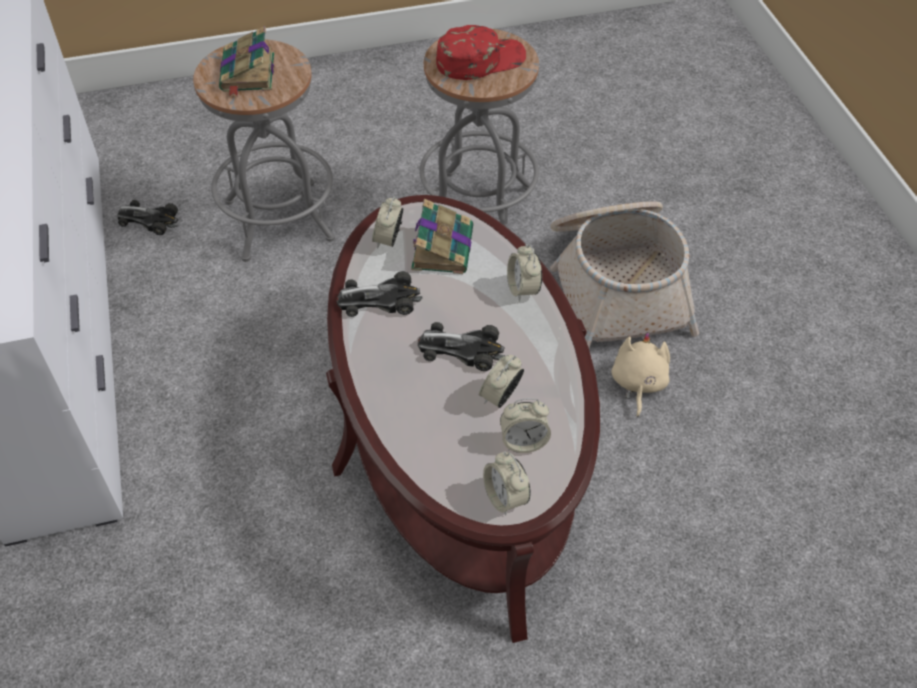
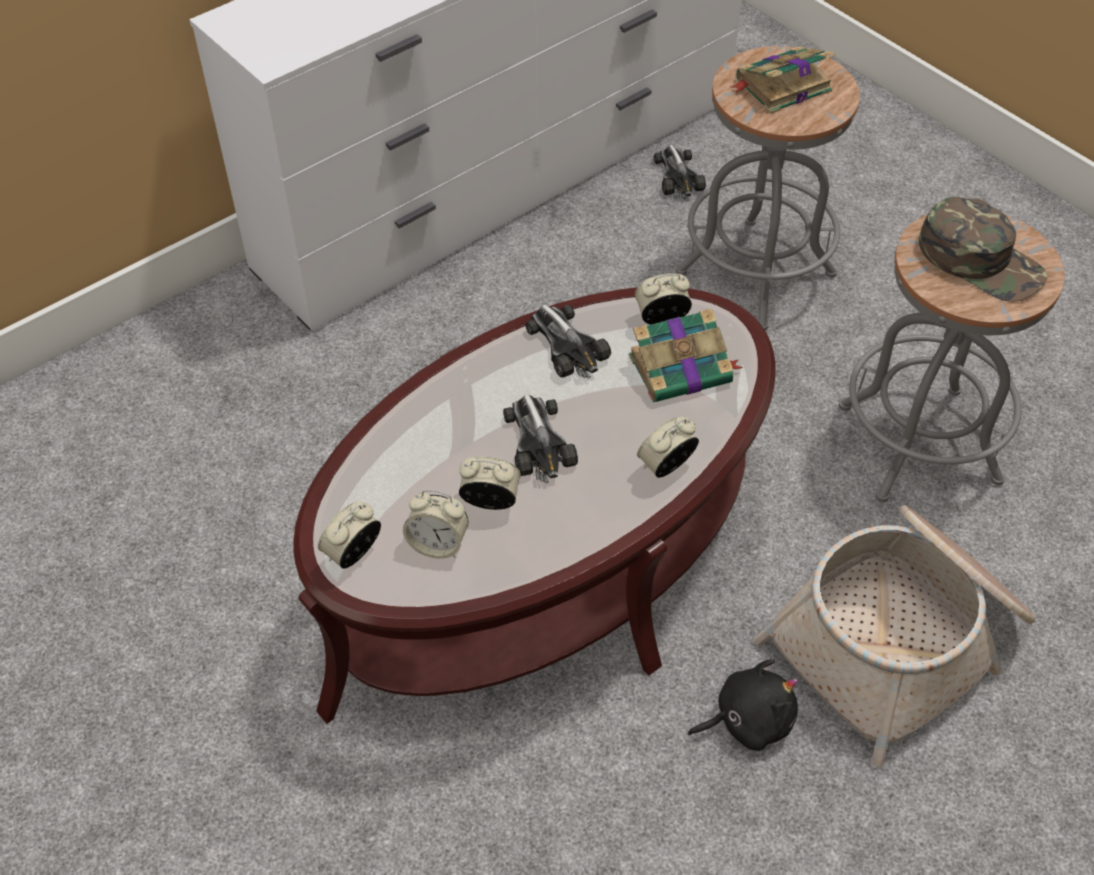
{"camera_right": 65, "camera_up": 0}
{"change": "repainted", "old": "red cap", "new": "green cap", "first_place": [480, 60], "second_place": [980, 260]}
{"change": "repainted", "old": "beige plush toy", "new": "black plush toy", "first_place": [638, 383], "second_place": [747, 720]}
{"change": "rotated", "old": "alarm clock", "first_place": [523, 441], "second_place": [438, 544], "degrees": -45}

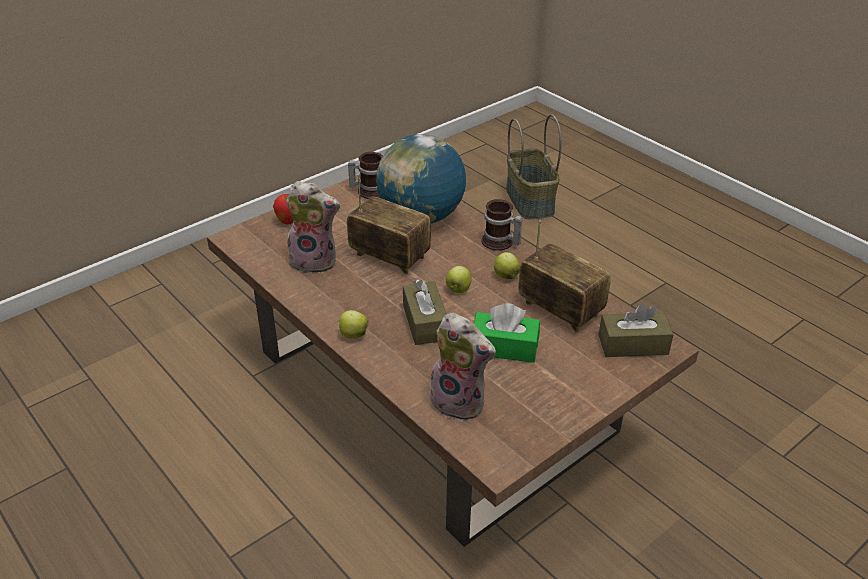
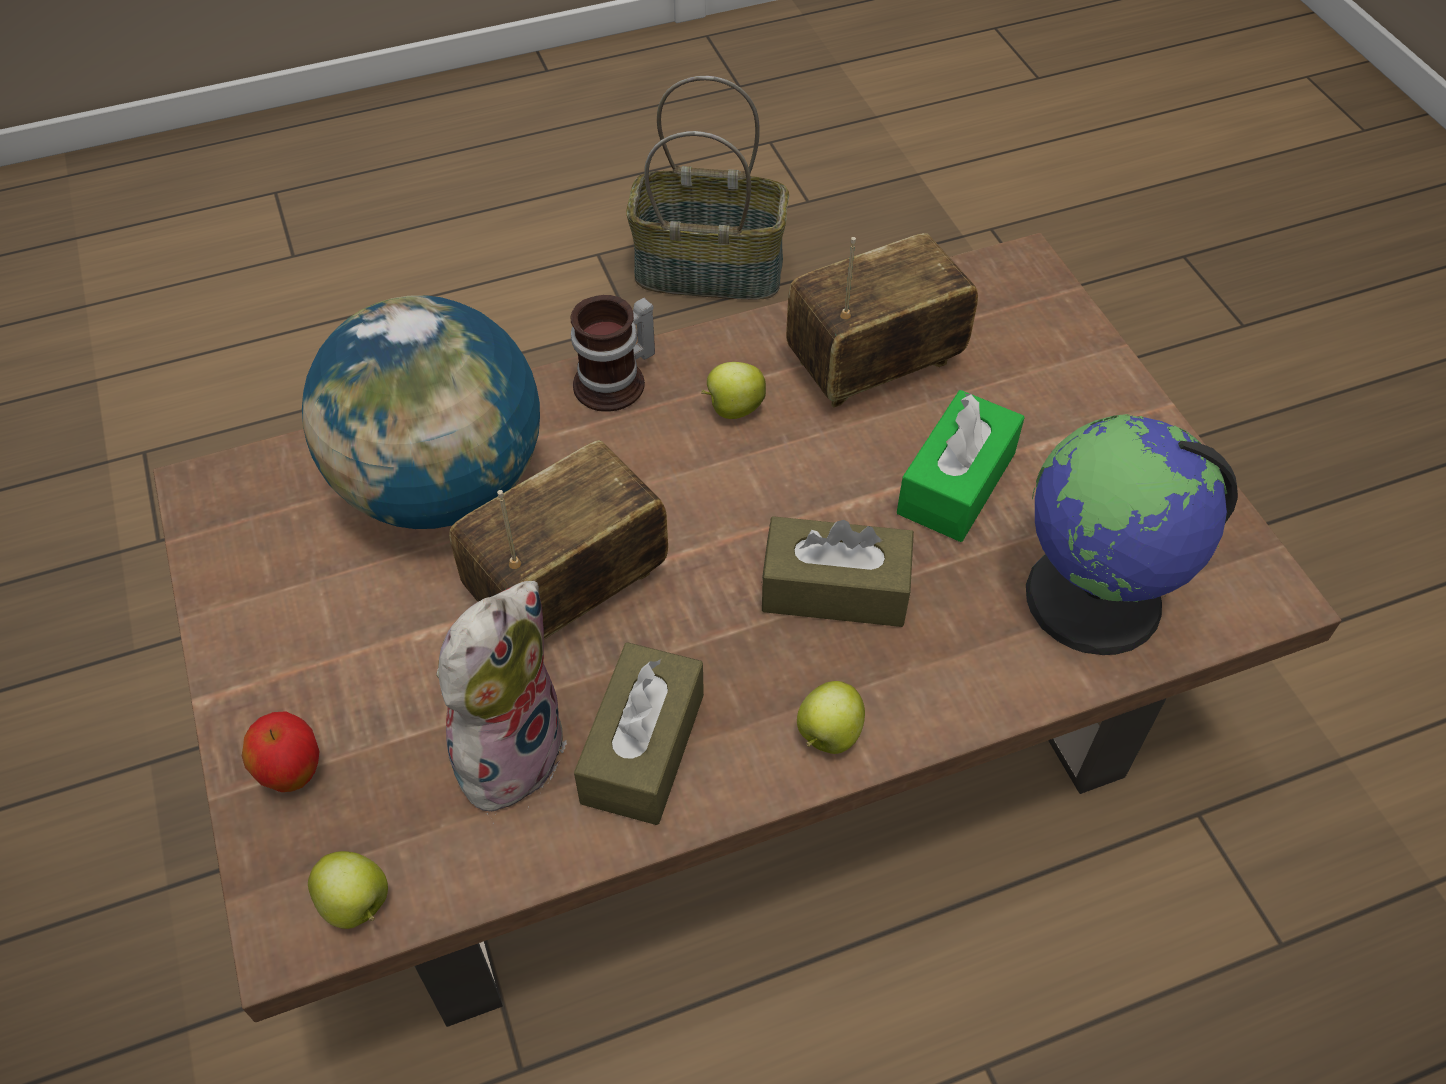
{"camera_right": -70, "camera_up": 15}
{"change": "gone", "old": "mug", "first_place": [369, 190]}
{"change": "shifted", "old": "apple", "first_place": [458, 289], "second_place": [357, 904]}
{"change": "shifted", "old": "basket", "first_place": [531, 201], "second_place": [710, 269]}
{"change": "shifted", "old": "brown tissue box", "first_place": [633, 345], "second_place": [643, 748]}
{"change": "swapped", "old": "plush toy", "new": "globe", "first_place": [460, 401], "second_place": [1094, 600]}

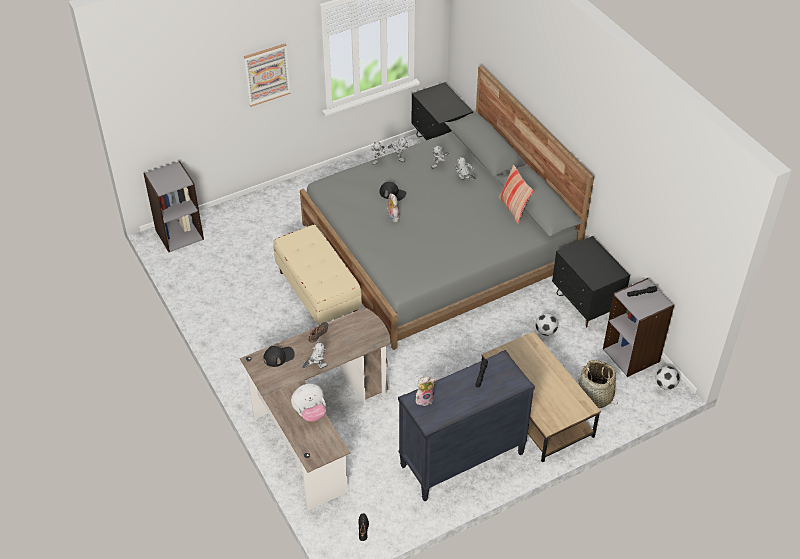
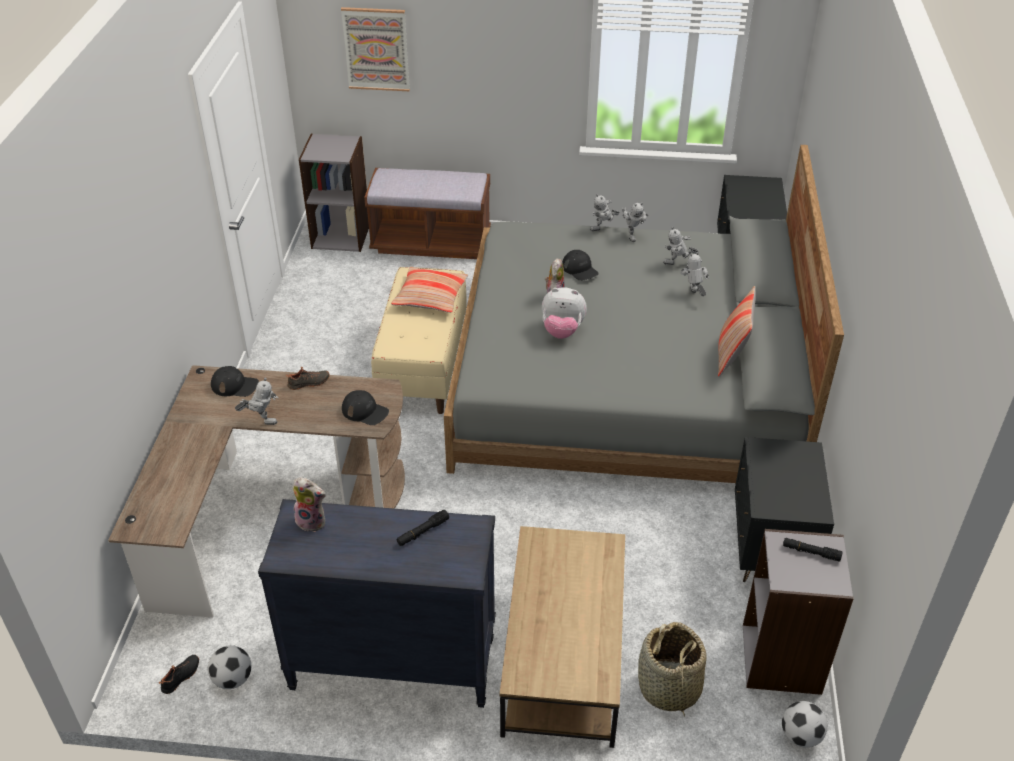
{"camera_right": 35, "camera_up": -5}
{"change": "new", "new": "black cap", "second_place": [365, 411]}
{"change": "new", "new": "brown bench", "second_place": [431, 243]}
{"change": "new", "new": "pillow", "second_place": [430, 297]}
{"change": "shifted", "old": "picture", "first_place": [267, 74], "second_place": [376, 49]}
{"change": "shifted", "old": "plush toy", "first_place": [310, 413], "second_place": [562, 331]}
{"change": "shifted", "old": "football", "first_place": [545, 331], "second_place": [233, 679]}

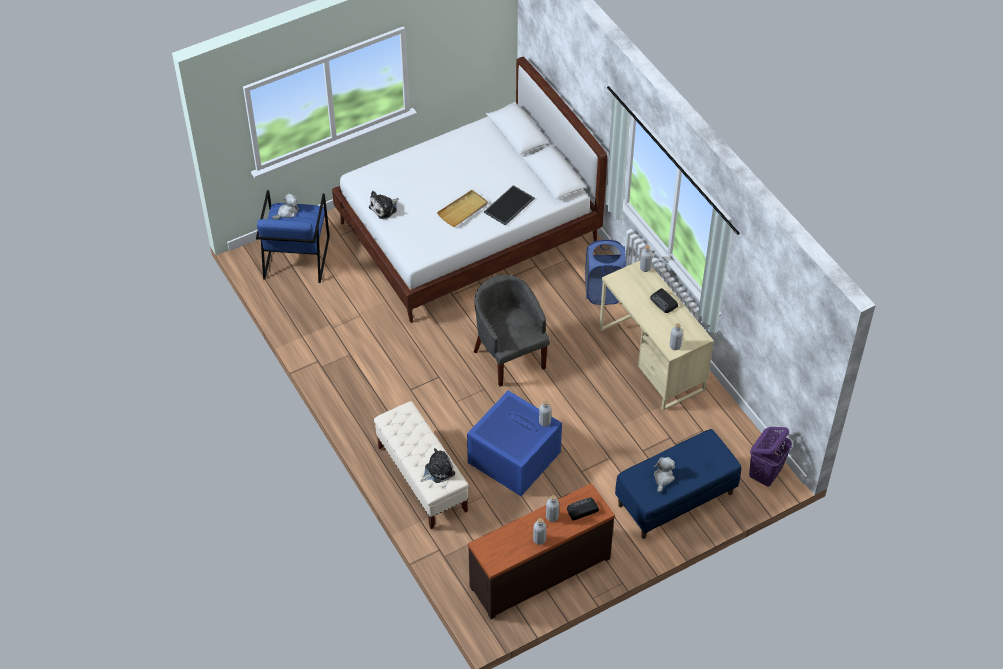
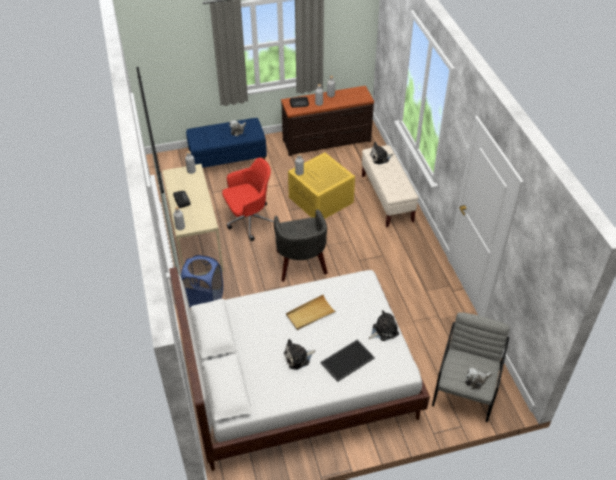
{"camera_right": -165, "camera_up": -5}
{"change": "gone", "old": "purple laundry basket", "first_place": [765, 474]}
{"change": "new", "new": "red office chair", "second_place": [249, 221]}
{"change": "new", "new": "plush toy", "second_place": [298, 358]}
{"change": "shifted", "old": "tray", "first_place": [509, 206], "second_place": [347, 359]}
{"change": "repainted", "old": "blue armchair", "new": "grey armchair", "first_place": [296, 257], "second_place": [465, 389]}
{"change": "repainted", "old": "blue storage box", "new": "yellow storage box", "first_place": [512, 457], "second_place": [322, 200]}

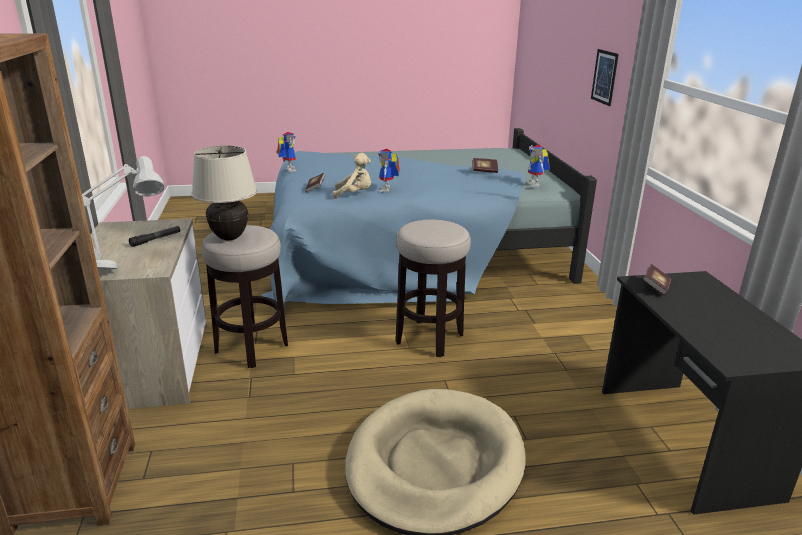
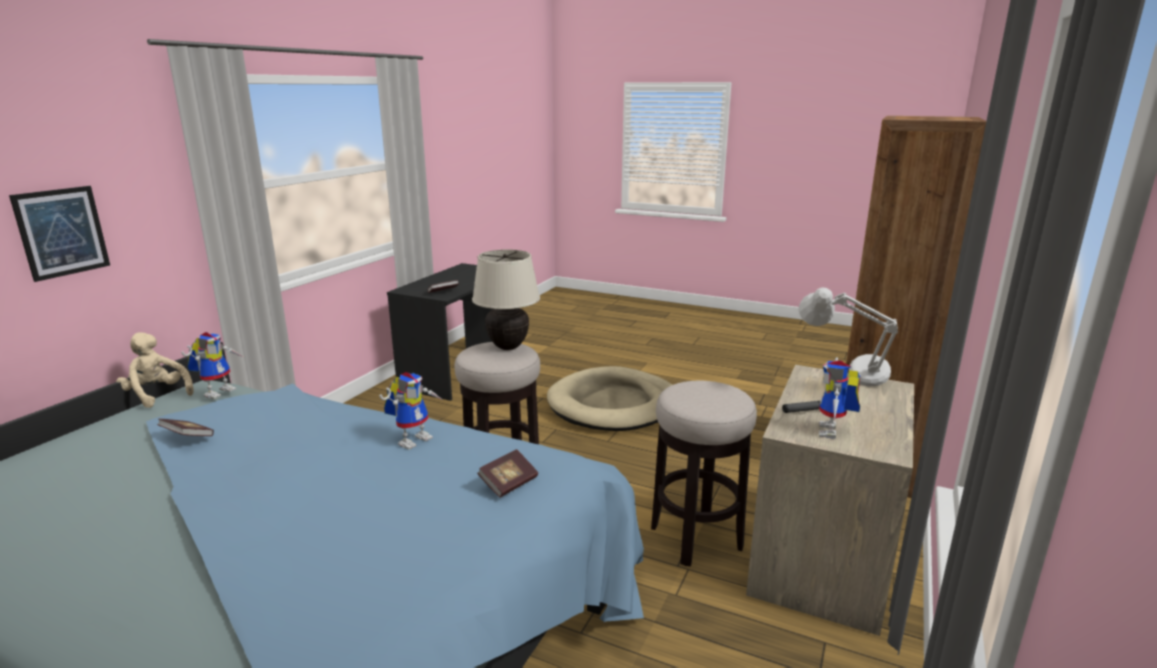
{"camera_right": -145, "camera_up": -5}
{"change": "shifted", "old": "beige table lamp", "first_place": [229, 237], "second_place": [508, 347]}
{"change": "shifted", "old": "toy robot", "first_place": [288, 169], "second_place": [833, 433]}
{"change": "shifted", "old": "beige plush toy", "first_place": [354, 194], "second_place": [157, 395]}

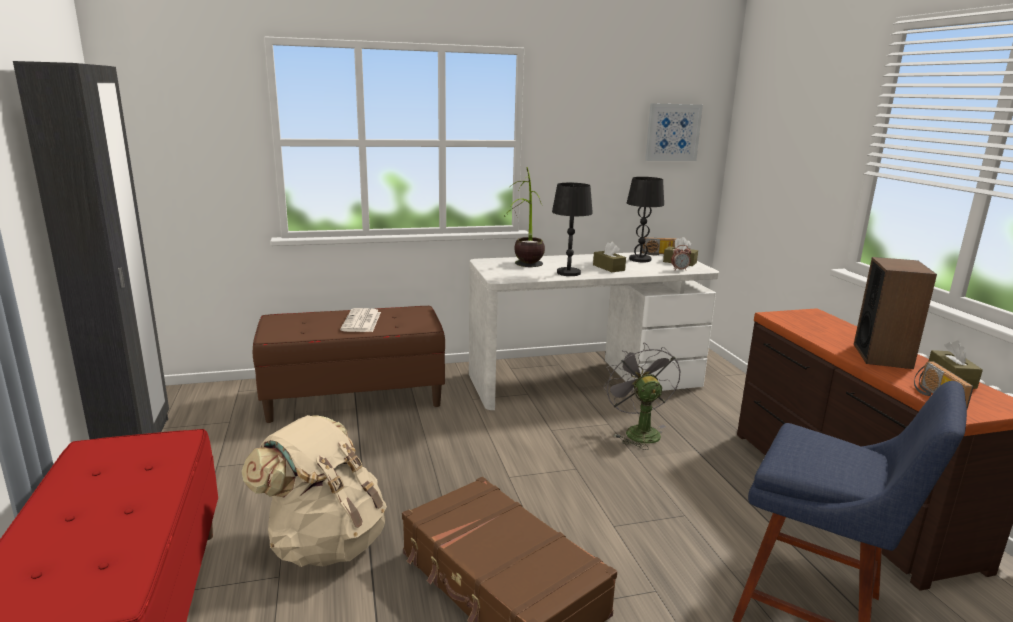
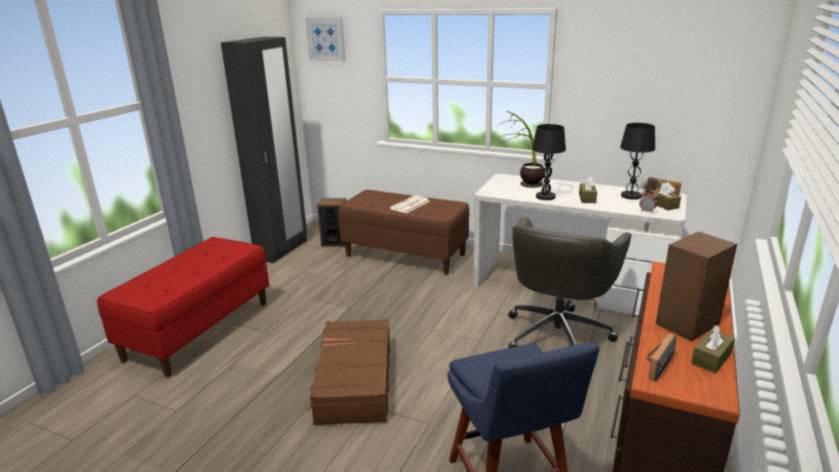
{"camera_right": 40, "camera_up": 5}
{"change": "gone", "old": "beige backpack", "first_place": [325, 543]}
{"change": "new", "new": "speaker", "second_place": [335, 242]}
{"change": "shifted", "old": "picture", "first_place": [672, 132], "second_place": [326, 39]}
{"change": "swapped", "old": "grey fan", "new": "grey office chair", "first_place": [638, 431], "second_place": [558, 334]}

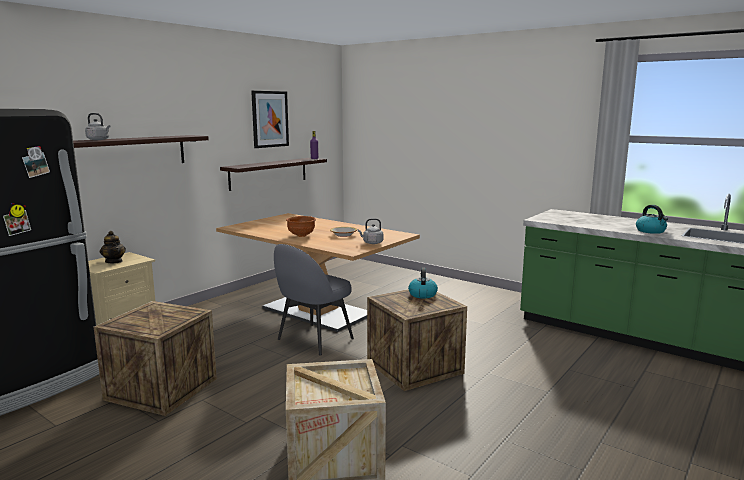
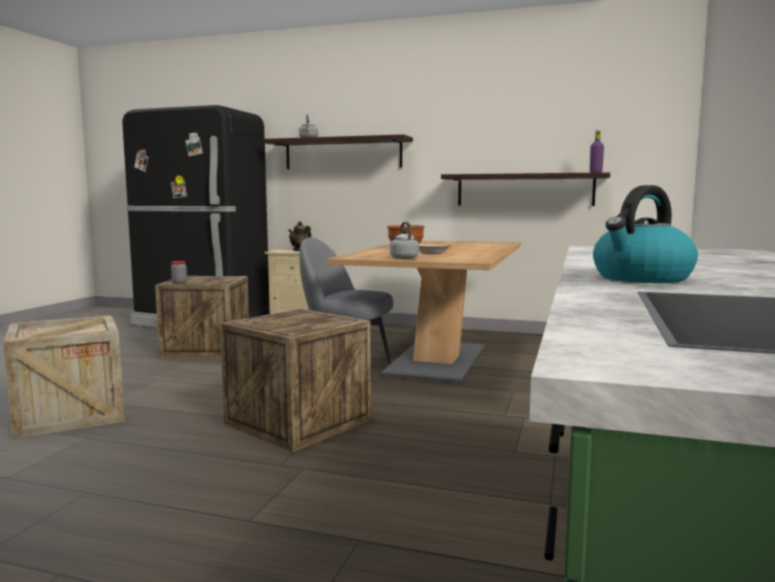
{"camera_right": 70, "camera_up": -5}
{"change": "gone", "old": "picture", "first_place": [270, 119]}
{"change": "gone", "old": "kettle", "first_place": [422, 294]}
{"change": "new", "new": "jar", "second_place": [179, 283]}

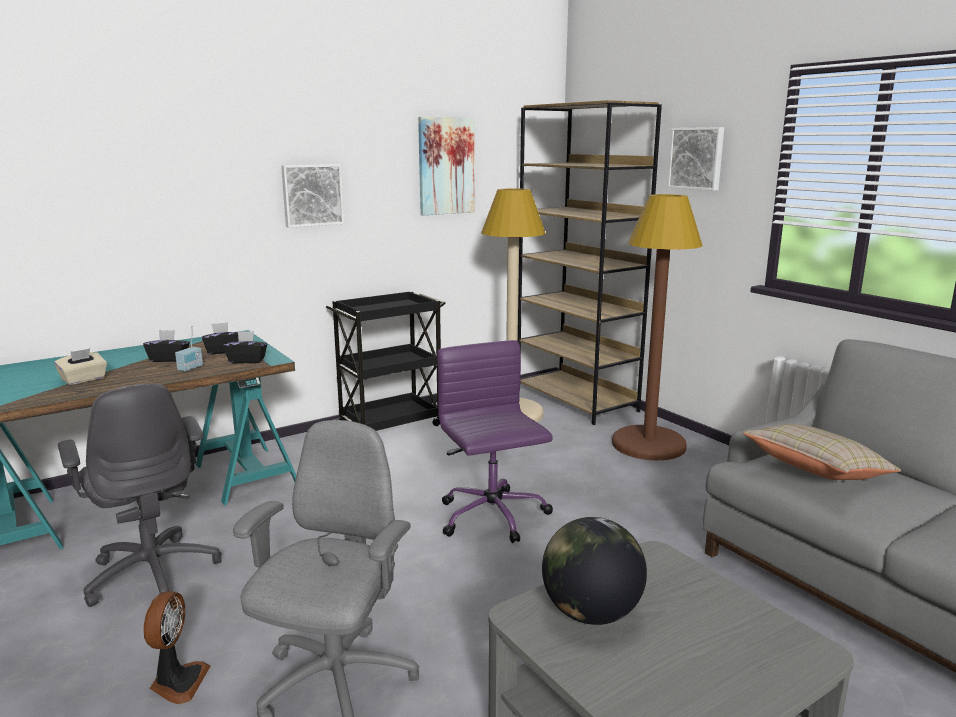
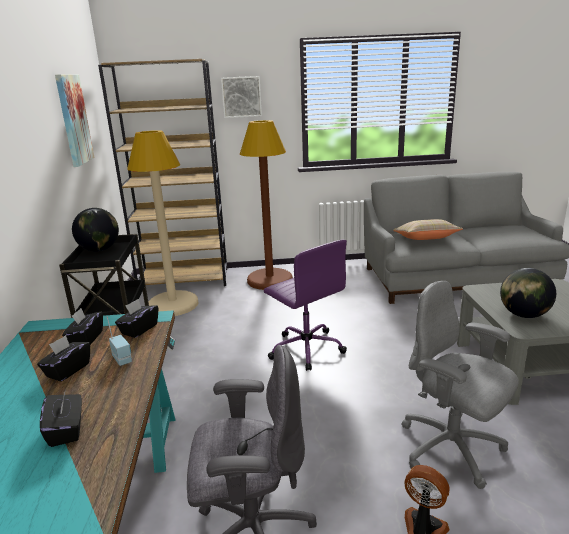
{"camera_right": -60, "camera_up": 5}
{"change": "gone", "old": "picture", "first_place": [312, 195]}
{"change": "new", "new": "globe", "second_place": [99, 250]}
{"change": "repainted", "old": "beige tissue box", "new": "black tissue box", "first_place": [84, 379], "second_place": [66, 430]}
{"change": "rotated", "old": "purple office chair", "first_place": [493, 517], "second_place": [306, 348], "degrees": -135}

